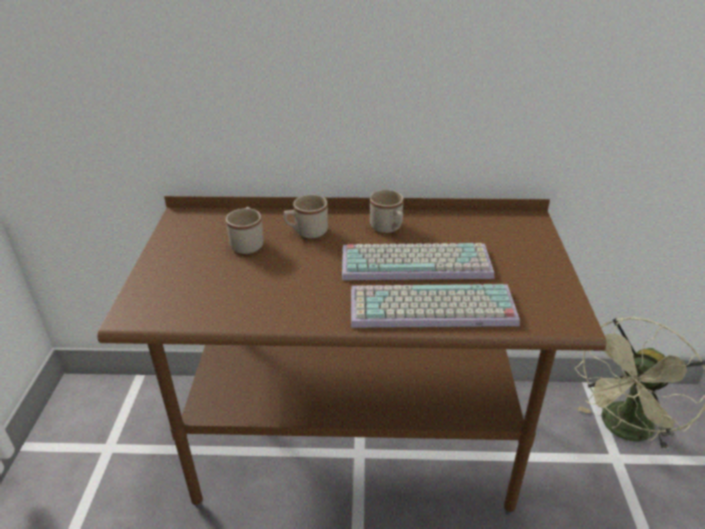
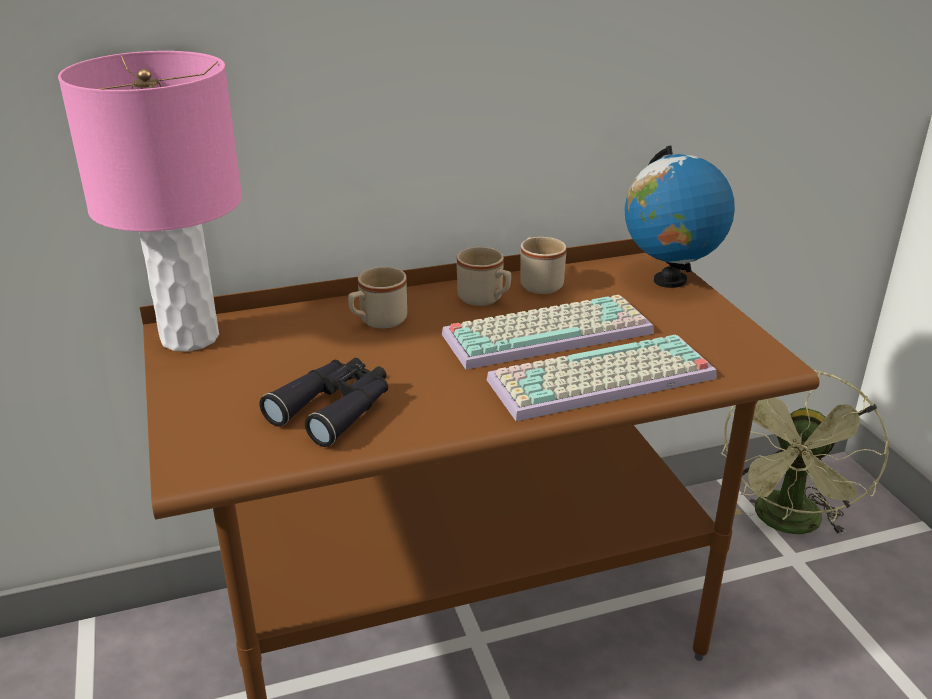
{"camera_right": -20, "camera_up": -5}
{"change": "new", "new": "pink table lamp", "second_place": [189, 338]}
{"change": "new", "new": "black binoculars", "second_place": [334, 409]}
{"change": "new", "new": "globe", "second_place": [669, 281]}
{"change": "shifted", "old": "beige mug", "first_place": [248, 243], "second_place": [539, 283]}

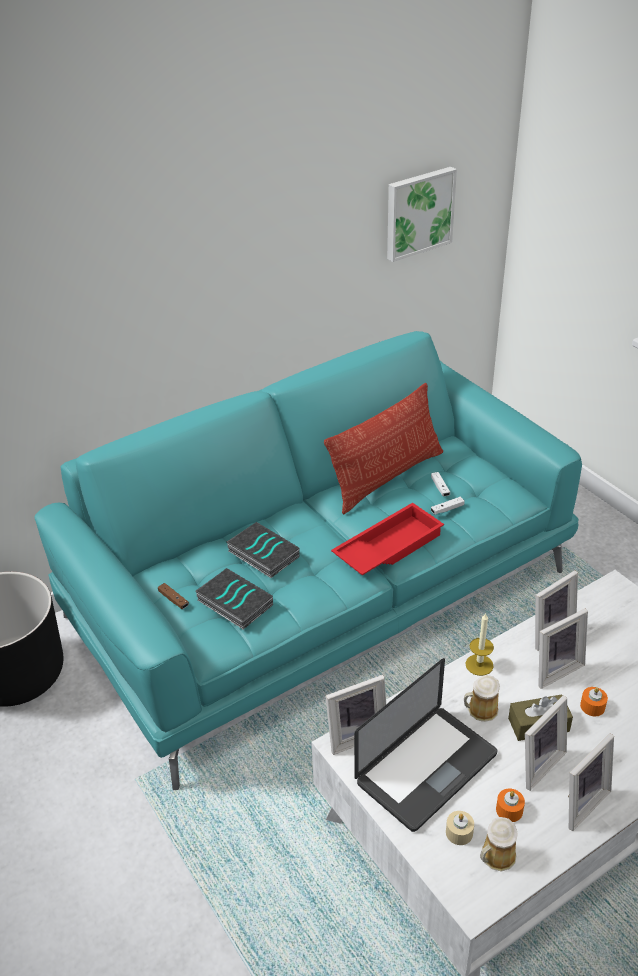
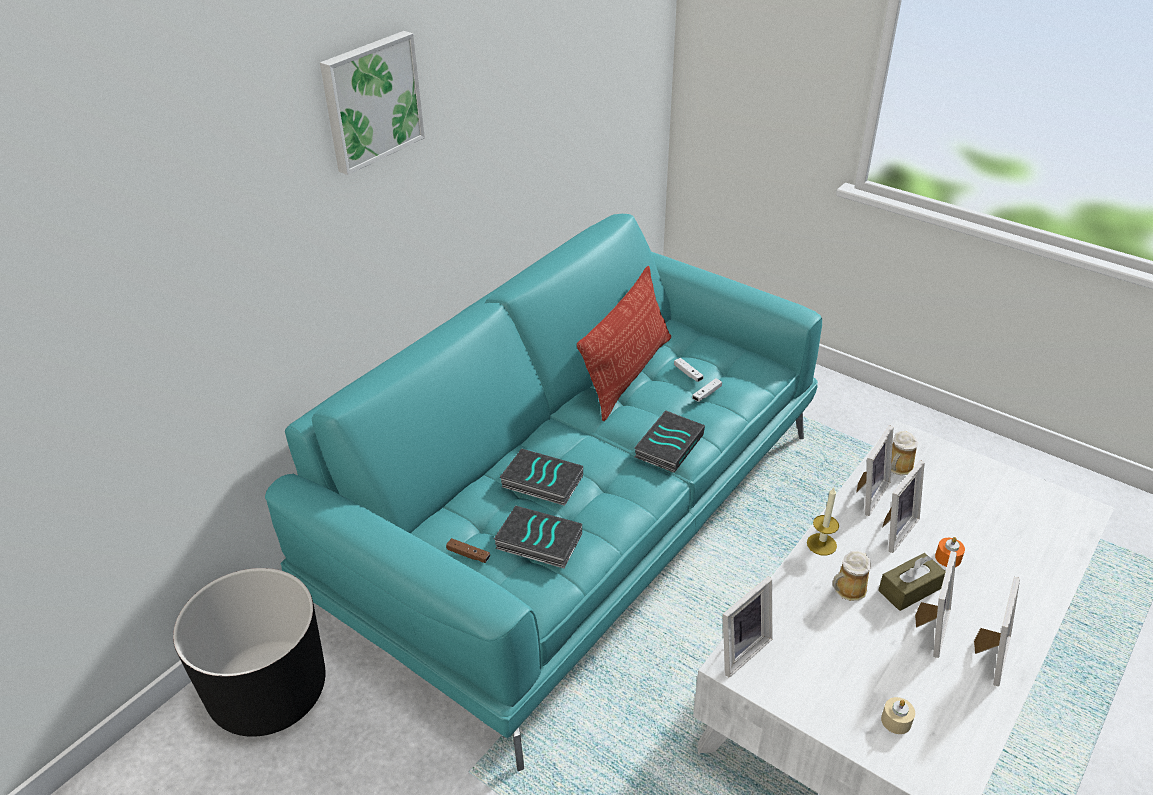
{"camera_right": -20, "camera_up": 0}
{"change": "gone", "old": "laptop", "first_place": [426, 768]}
{"change": "gone", "old": "orange candle", "first_place": [509, 810]}
{"change": "shifted", "old": "picture", "first_place": [418, 213], "second_place": [371, 101]}
{"change": "shifted", "old": "mug", "first_place": [496, 857], "second_place": [898, 467]}
{"change": "swapped", "old": "red tray", "new": "book", "first_place": [387, 546], "second_place": [668, 445]}

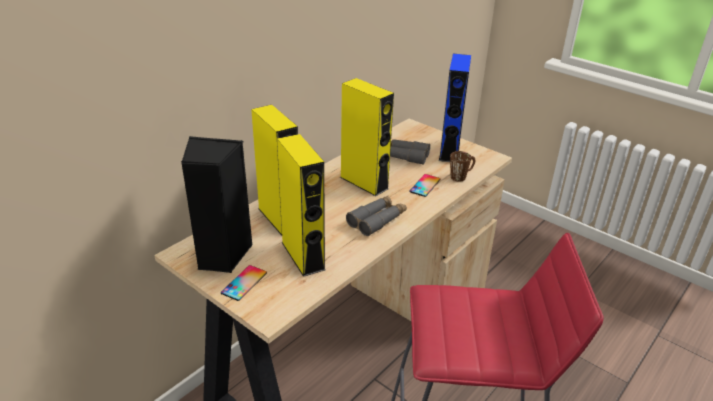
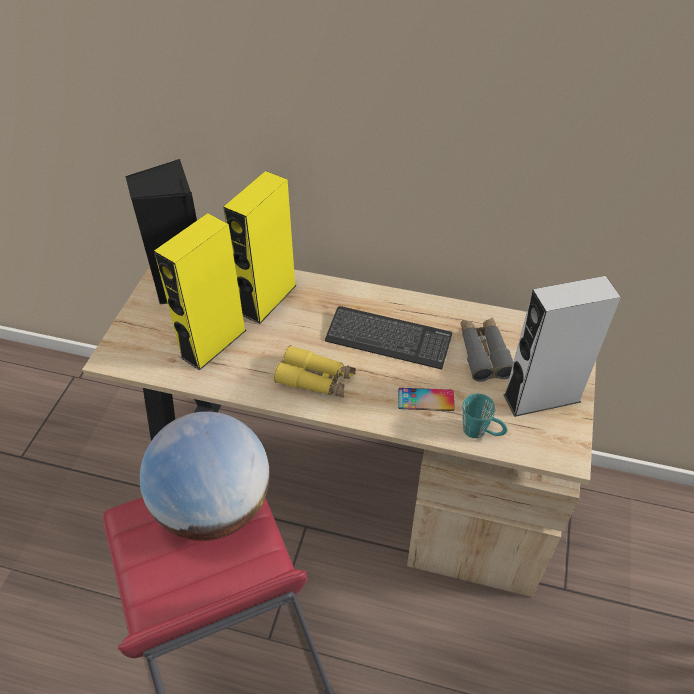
{"camera_right": 65, "camera_up": 15}
{"change": "gone", "old": "phone", "first_place": [244, 283]}
{"change": "new", "new": "globe", "second_place": [214, 506]}
{"change": "swapped", "old": "yellow speaker", "new": "keyboard", "first_place": [364, 182], "second_place": [388, 339]}
{"change": "repainted", "old": "grey binoculars", "new": "yellow binoculars", "first_place": [377, 220], "second_place": [315, 379]}
{"change": "repainted", "old": "blue speaker", "new": "grey speaker", "first_place": [449, 151], "second_place": [541, 398]}
{"change": "repainted", "old": "brown mug", "new": "turquoise mug", "first_place": [461, 176], "second_place": [481, 432]}

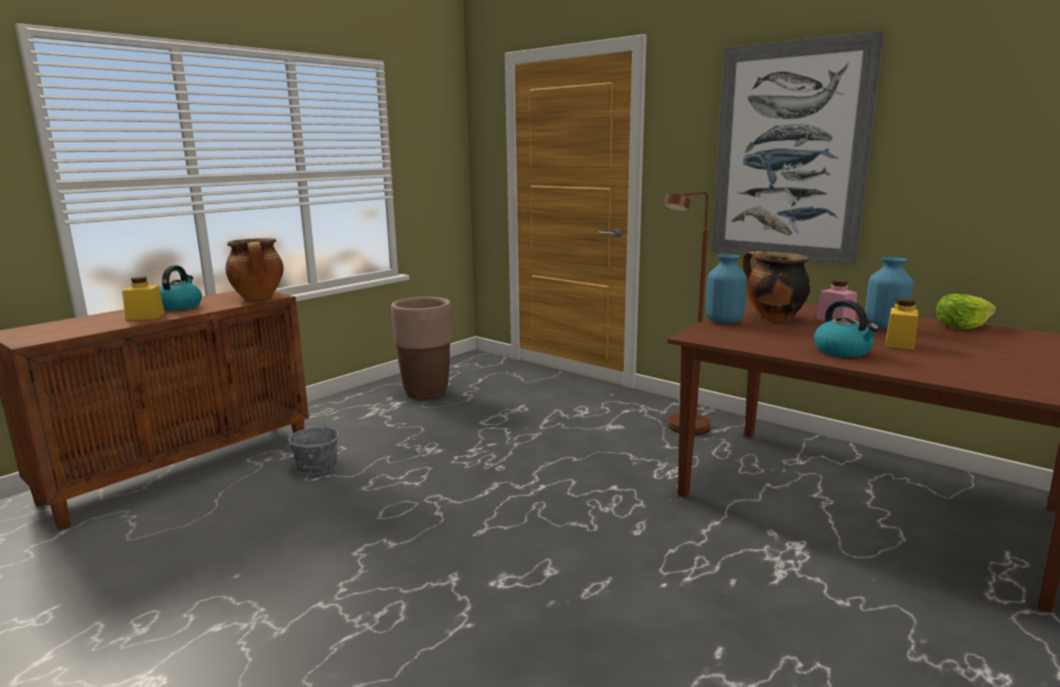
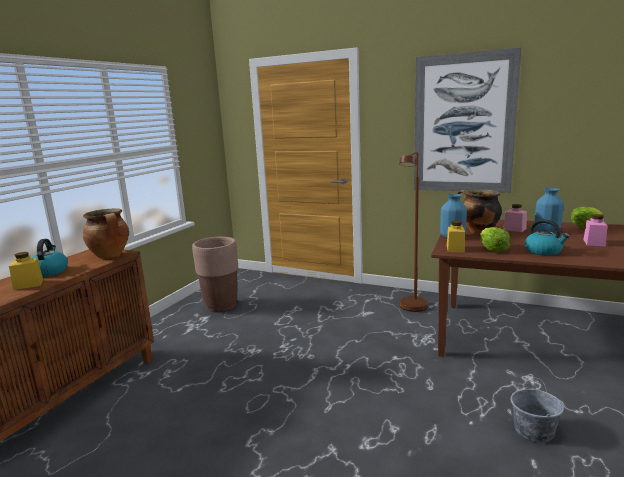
{"camera_right": -15, "camera_up": 0}
{"change": "new", "new": "lettuce", "second_place": [492, 249]}
{"change": "new", "new": "pink jar", "second_place": [594, 243]}
{"change": "shifted", "old": "grey bucket", "first_place": [317, 467], "second_place": [533, 430]}
{"change": "shifted", "old": "yellow jar", "first_place": [899, 344], "second_place": [455, 249]}

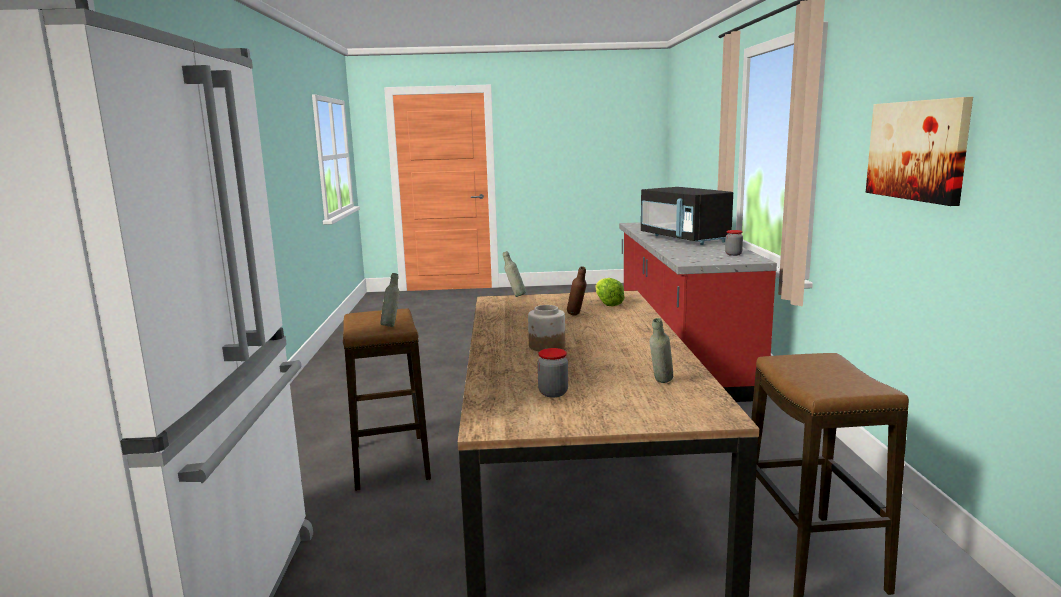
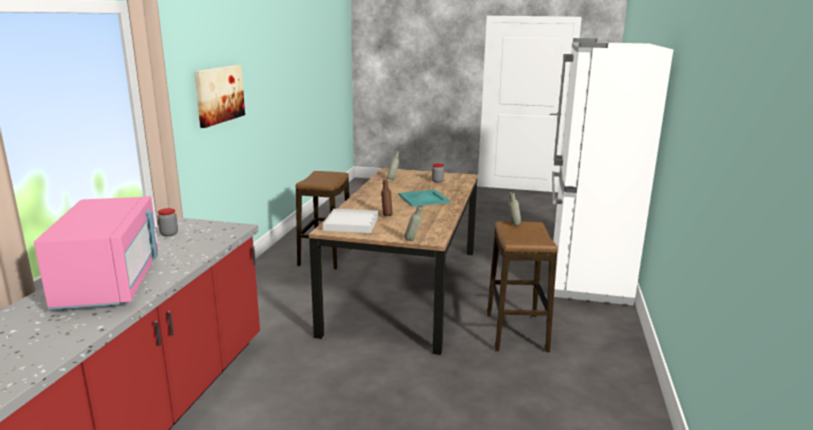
{"camera_right": -165, "camera_up": 5}
{"change": "swapped", "old": "jar", "new": "turquoise tray", "first_place": [547, 346], "second_place": [424, 198]}
{"change": "swapped", "old": "lettuce", "new": "white tray", "first_place": [607, 302], "second_place": [351, 223]}
{"change": "repainted", "old": "black microwave", "new": "pink microwave", "first_place": [684, 239], "second_place": [111, 283]}

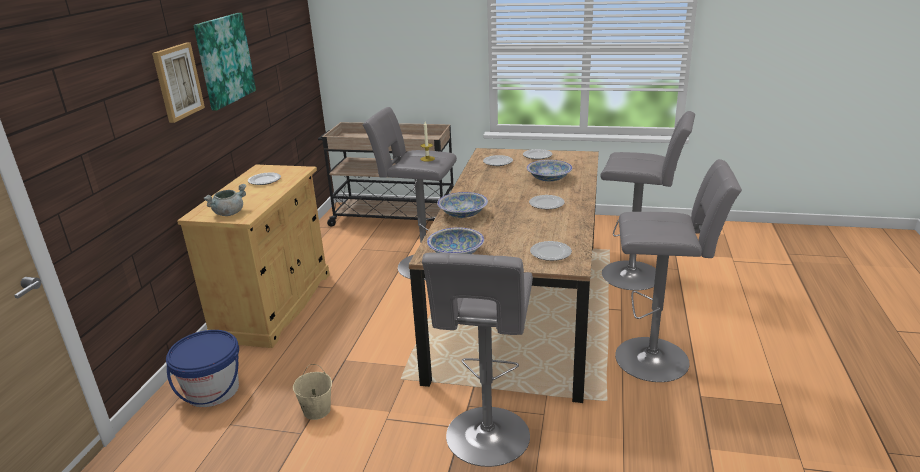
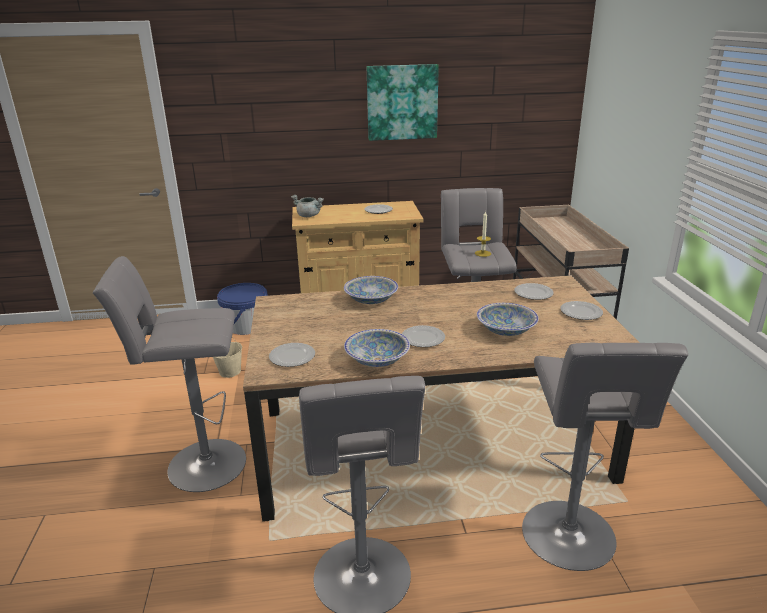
{"camera_right": 70, "camera_up": 0}
{"change": "gone", "old": "picture", "first_place": [177, 82]}
{"change": "shifted", "old": "bowl", "first_place": [456, 253], "second_place": [377, 359]}

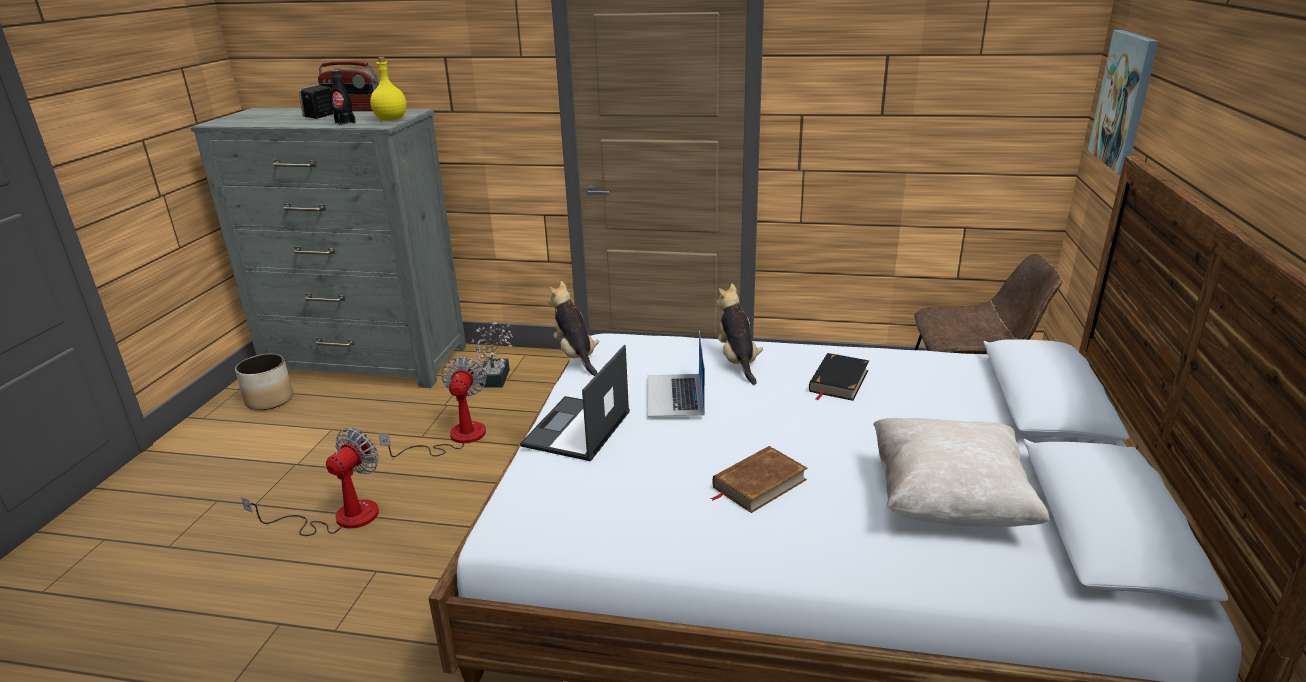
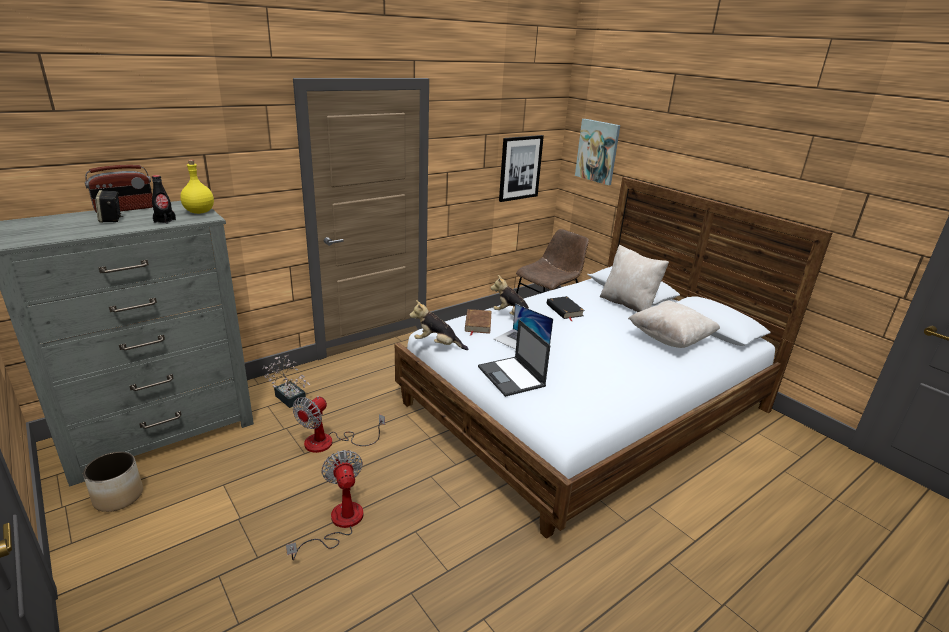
{"camera_right": -50, "camera_up": 0}
{"change": "new", "new": "picture", "second_place": [520, 168]}
{"change": "new", "new": "beige pillow", "second_place": [628, 304]}
{"change": "shifted", "old": "brown book", "first_place": [758, 483], "second_place": [477, 324]}
{"change": "rotated", "old": "fan", "first_place": [455, 438], "second_place": [329, 442], "degrees": -105}

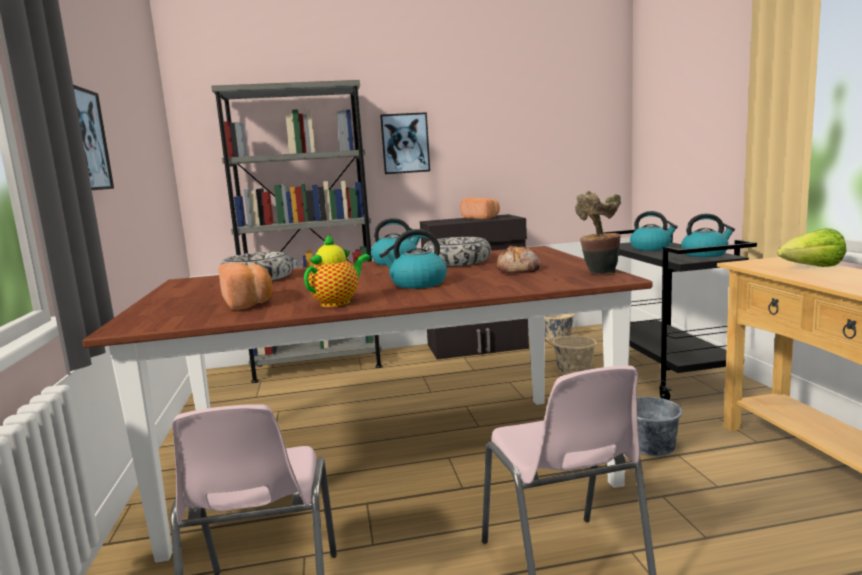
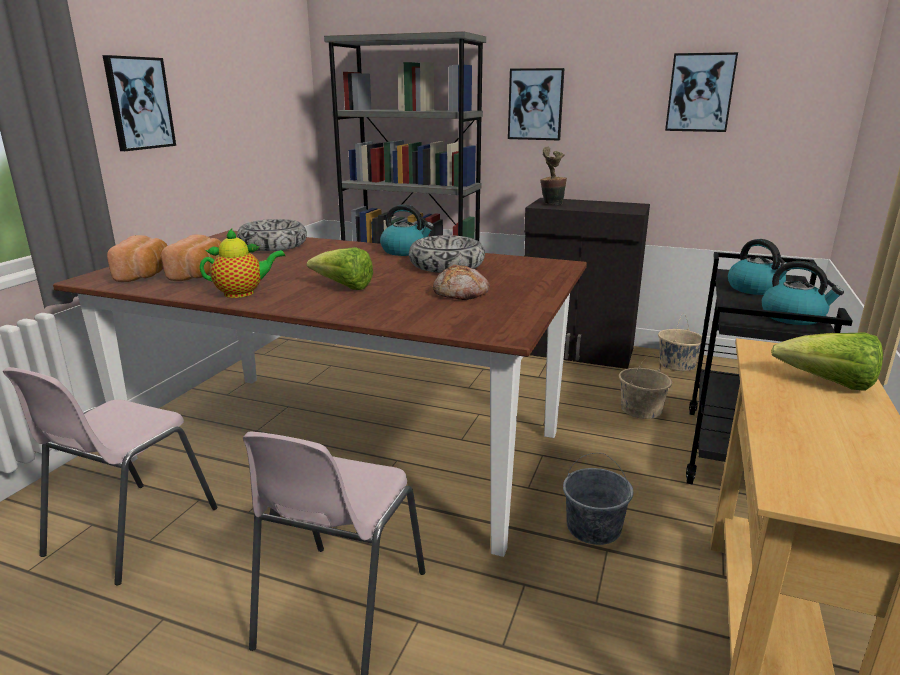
{"camera_right": 30, "camera_up": 10}
{"change": "new", "new": "picture", "second_place": [700, 92]}
{"change": "shifted", "old": "bread", "first_place": [482, 218], "second_place": [145, 275]}
{"change": "shifted", "old": "potted plant", "first_place": [599, 273], "second_place": [550, 204]}
{"change": "swapped", "old": "kettle", "new": "lettuce", "first_place": [417, 284], "second_place": [344, 287]}

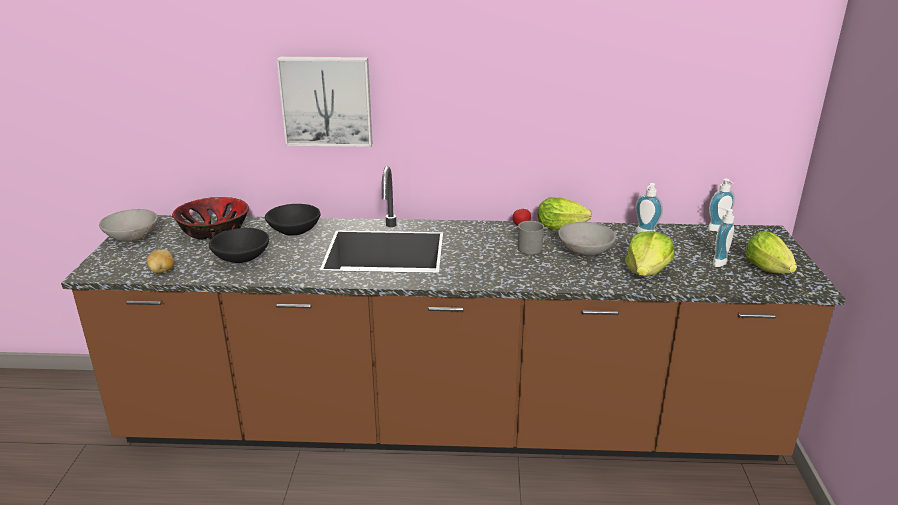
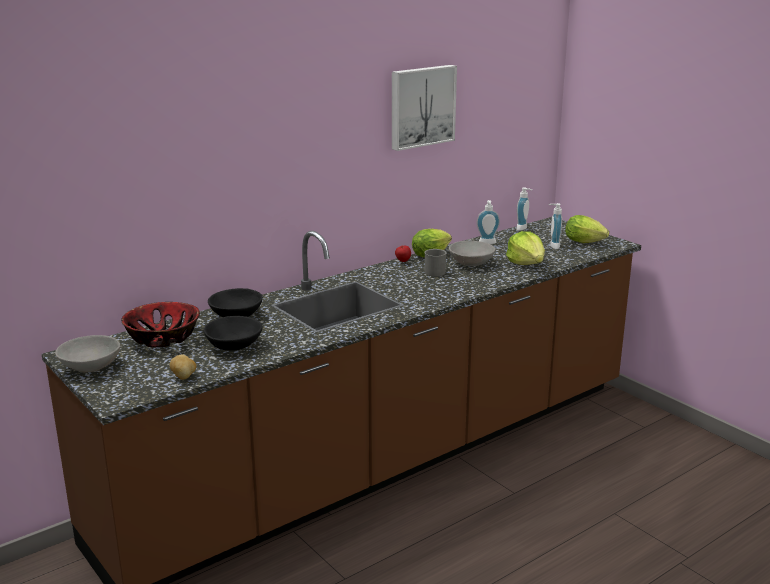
{"camera_right": -40, "camera_up": -5}
{"change": "shifted", "old": "picture", "first_place": [327, 101], "second_place": [421, 106]}

